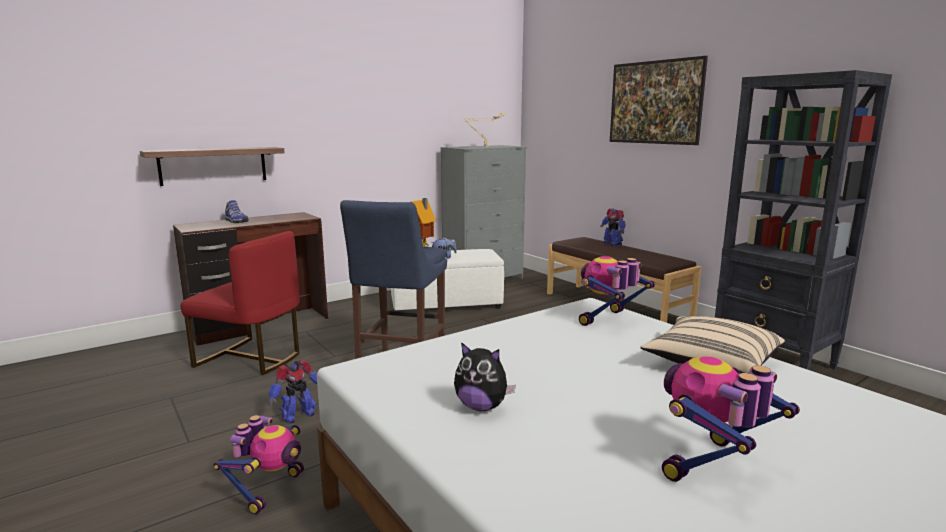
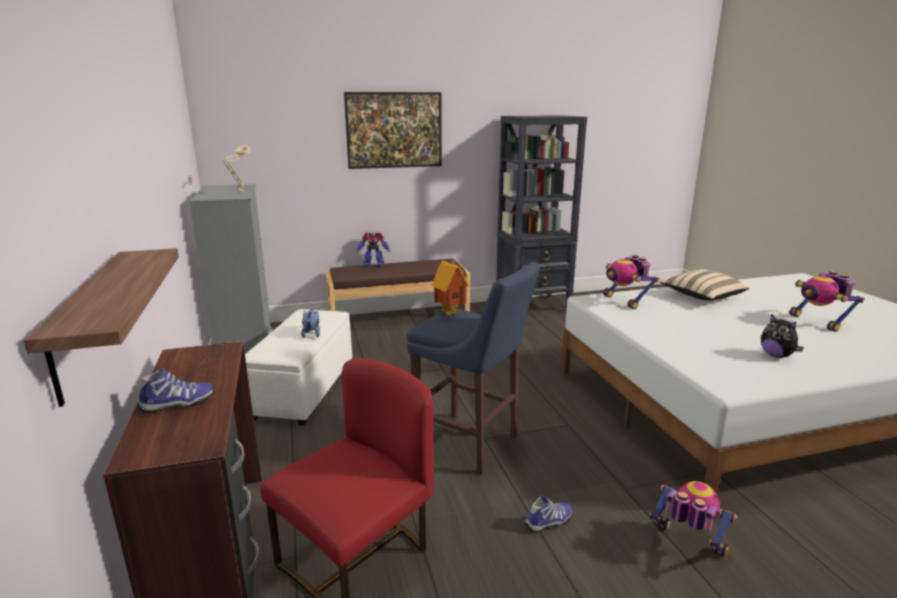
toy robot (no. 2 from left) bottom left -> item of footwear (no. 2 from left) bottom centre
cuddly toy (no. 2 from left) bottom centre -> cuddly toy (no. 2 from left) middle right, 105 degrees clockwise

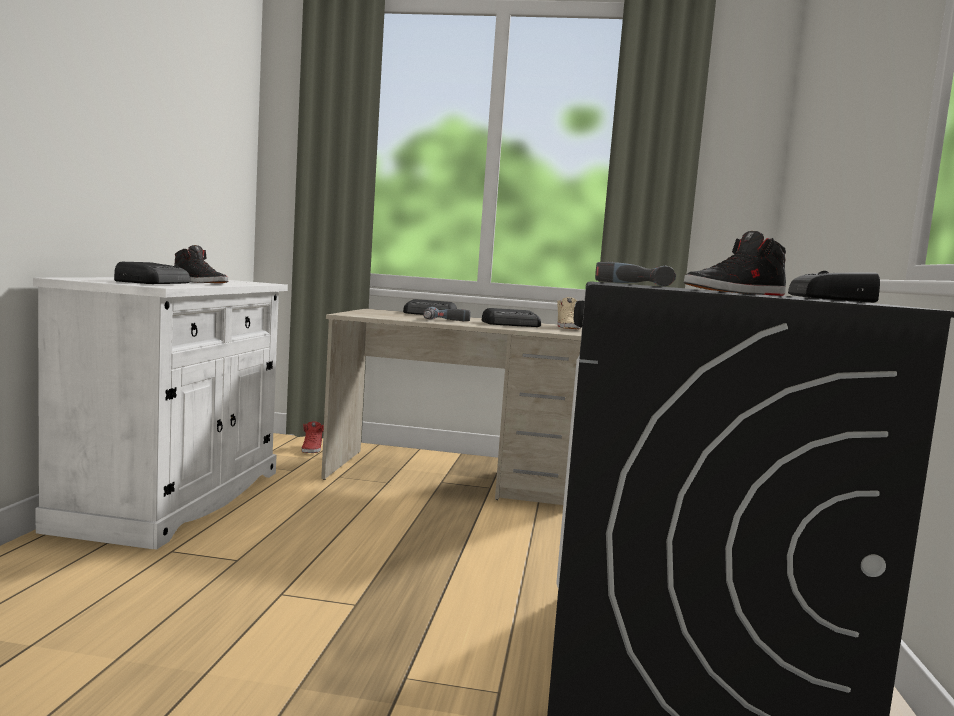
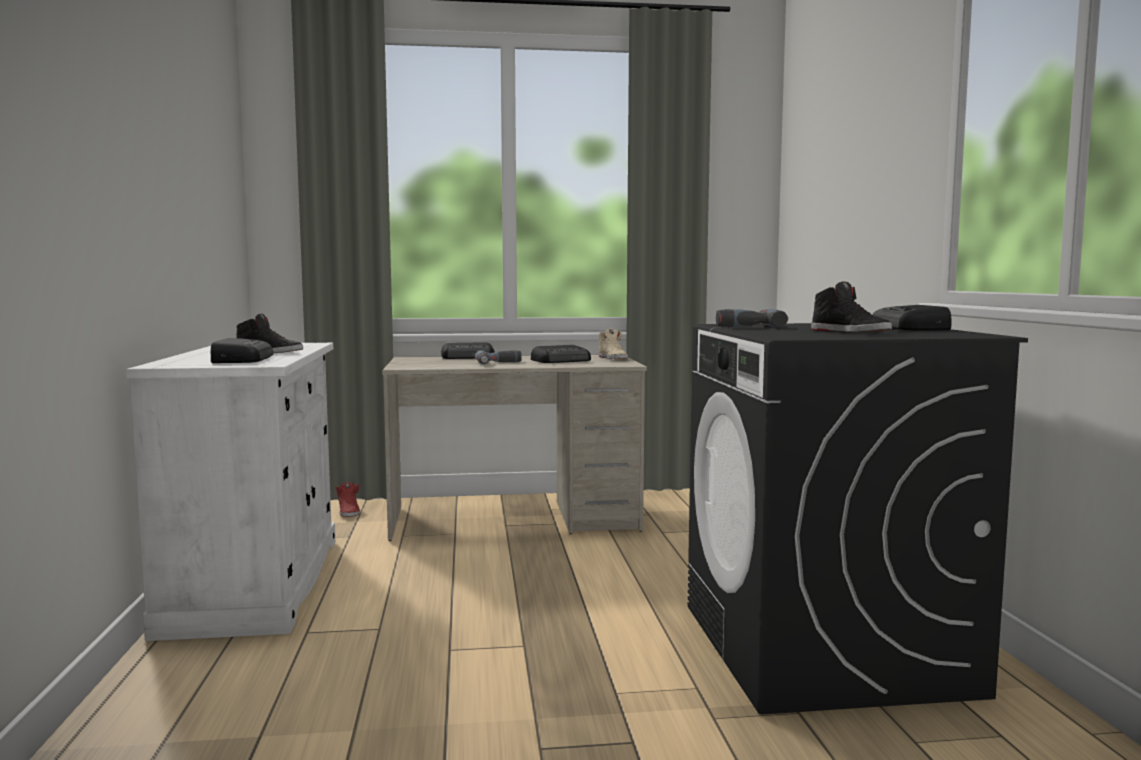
item of footwear/black-coloured (no. 2 from left) middle right, 90 degrees counterclockwise

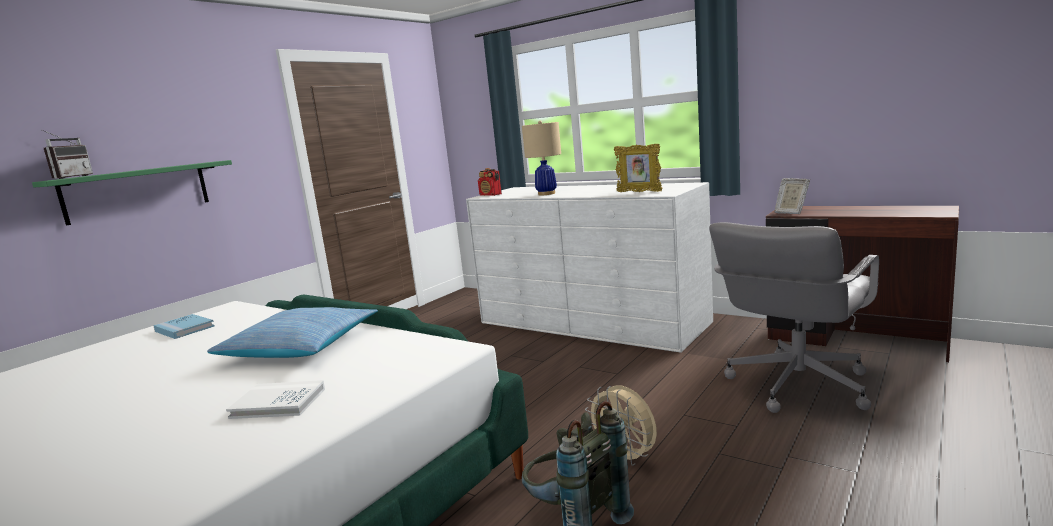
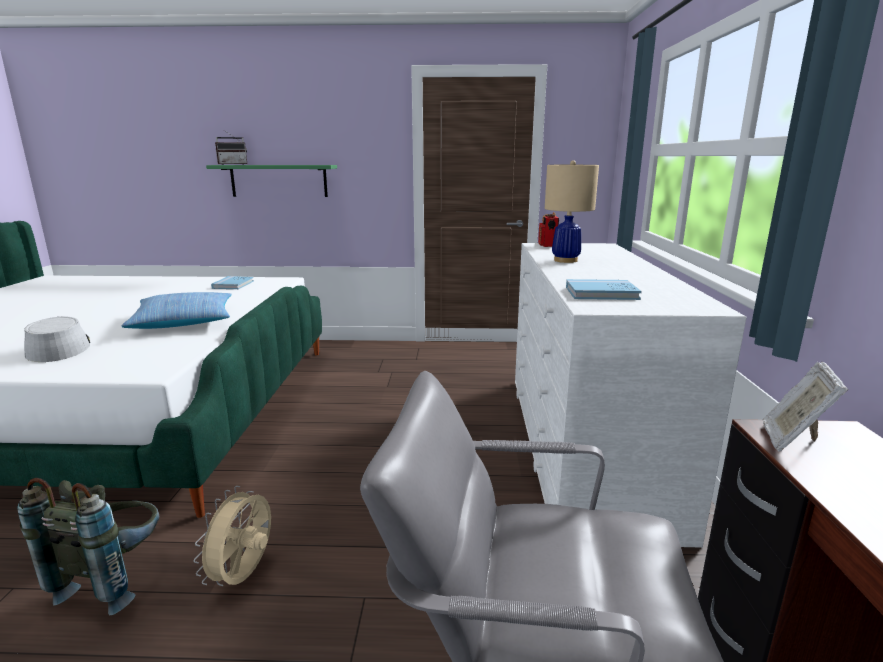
bound book/whitish bottom left -> hat/grey middle left
standing frame (no. 1 from left) top centre -> bound book/blue (no. 2 from left) middle right

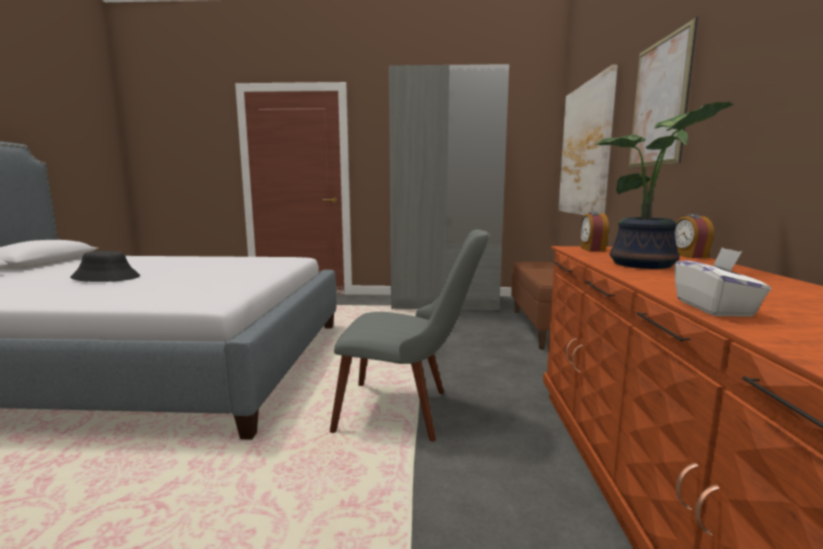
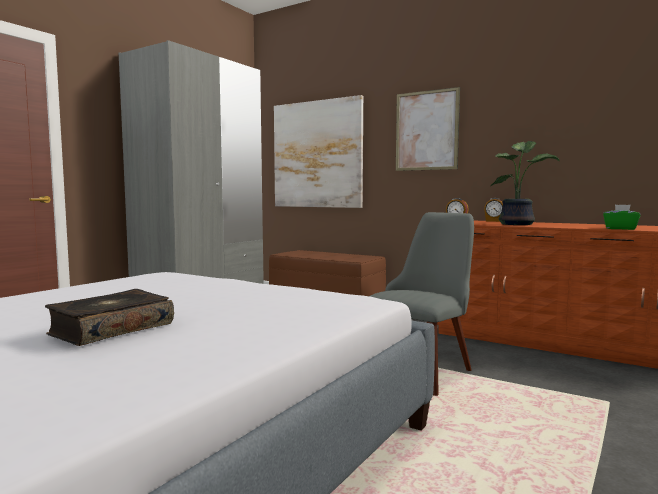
hat/black-coloured middle left -> bound book middle left
box of tissues/whitish middle right -> box of tissues/greenish middle right

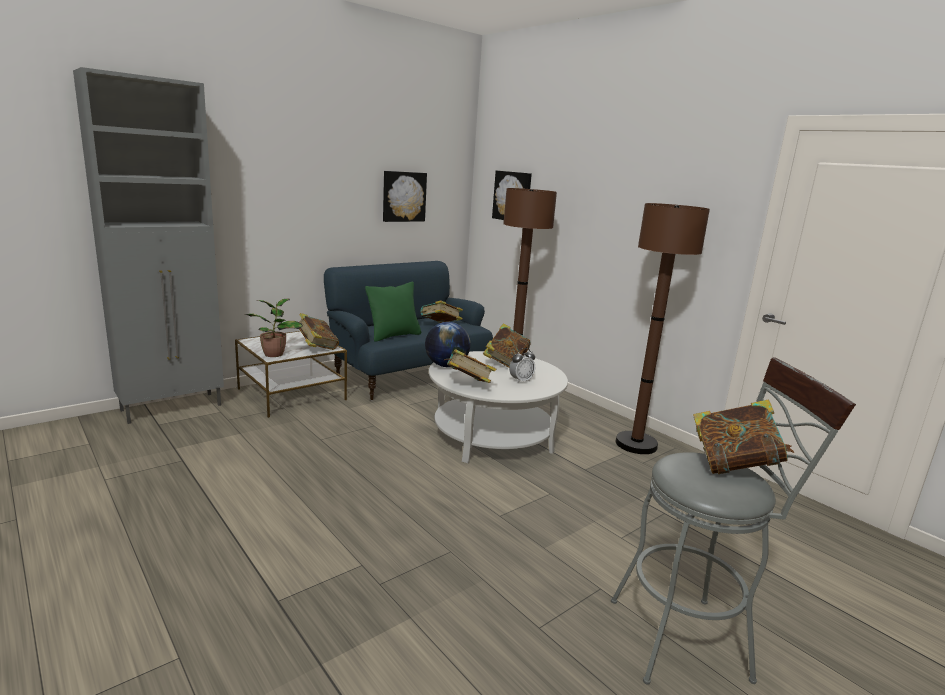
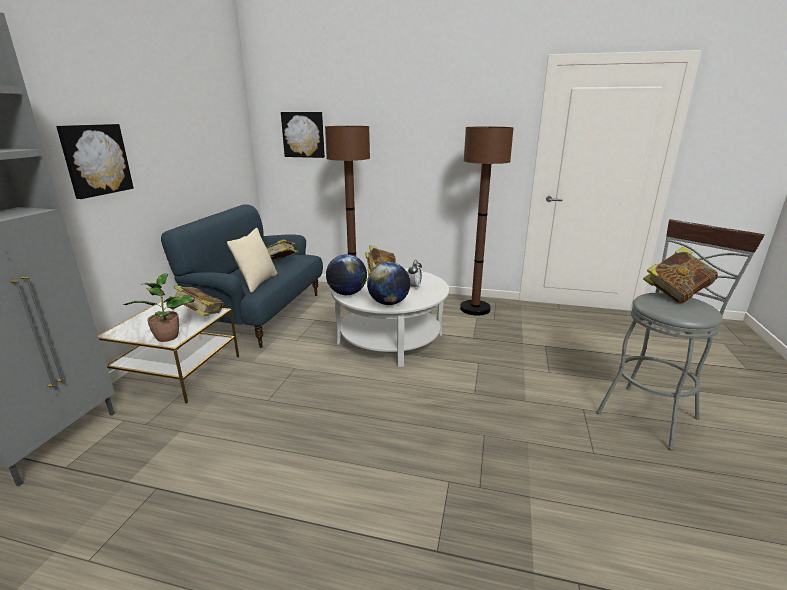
wall art (no. 1 from left) top centre -> wall art (no. 1 from left) top left, relocated
bound book (no. 3 from left) centre -> world globe (no. 2 from left) centre
pillow/greenish centre -> pillow/beige-coloured middle left

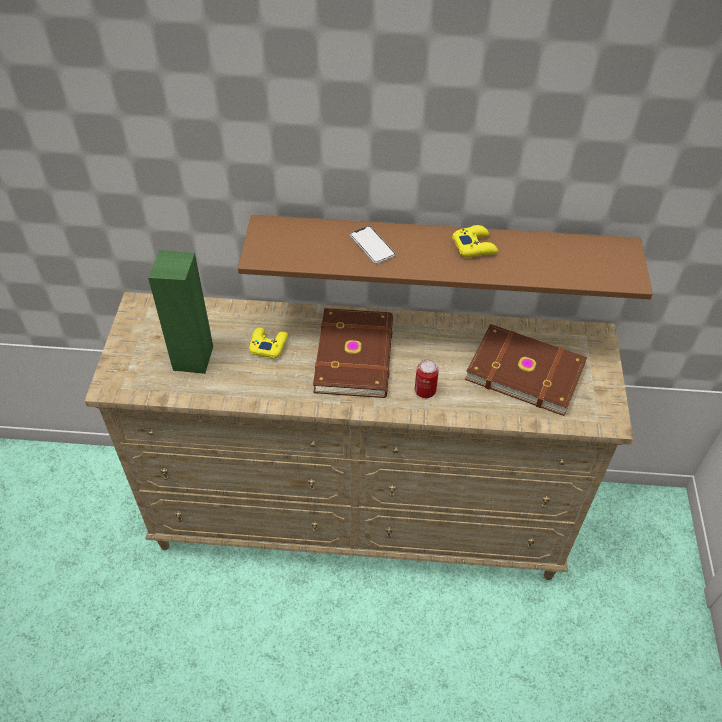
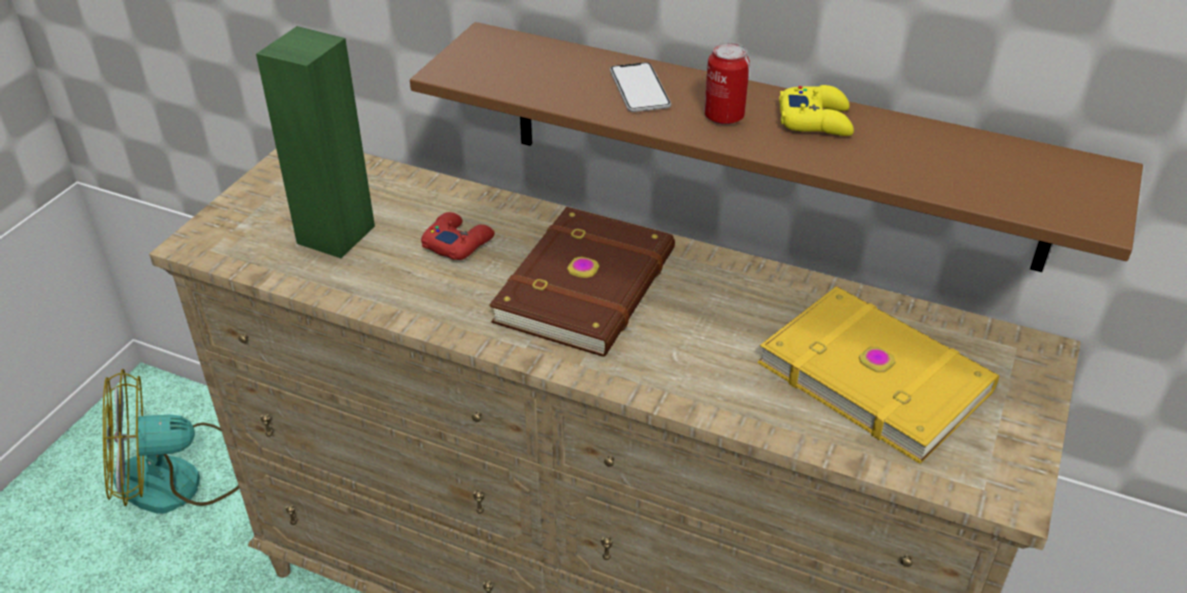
none -> electric fan bottom left
metal can centre -> metal can top centre, relocated
game controller/yellowish (no. 1 from left) centre -> game controller/reddish centre
bound book/brownish (no. 2 from left) middle right -> bound book/yellowish middle right

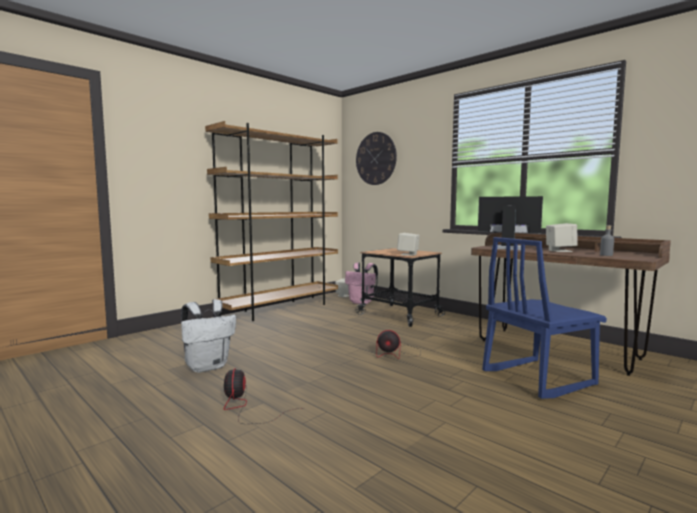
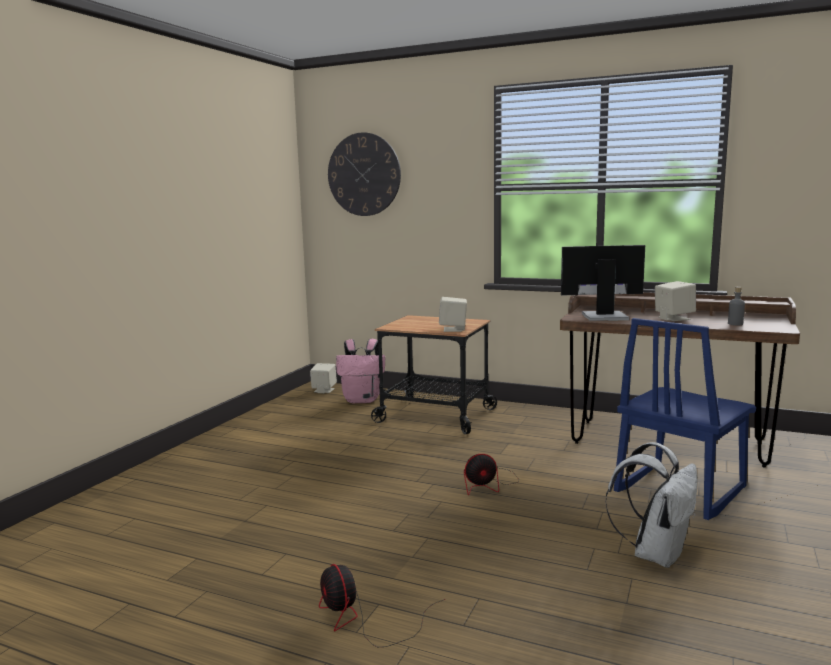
bookshelf/brownish centre -> none
rucksack/whitish middle left -> rucksack/whitish bottom right, relocated

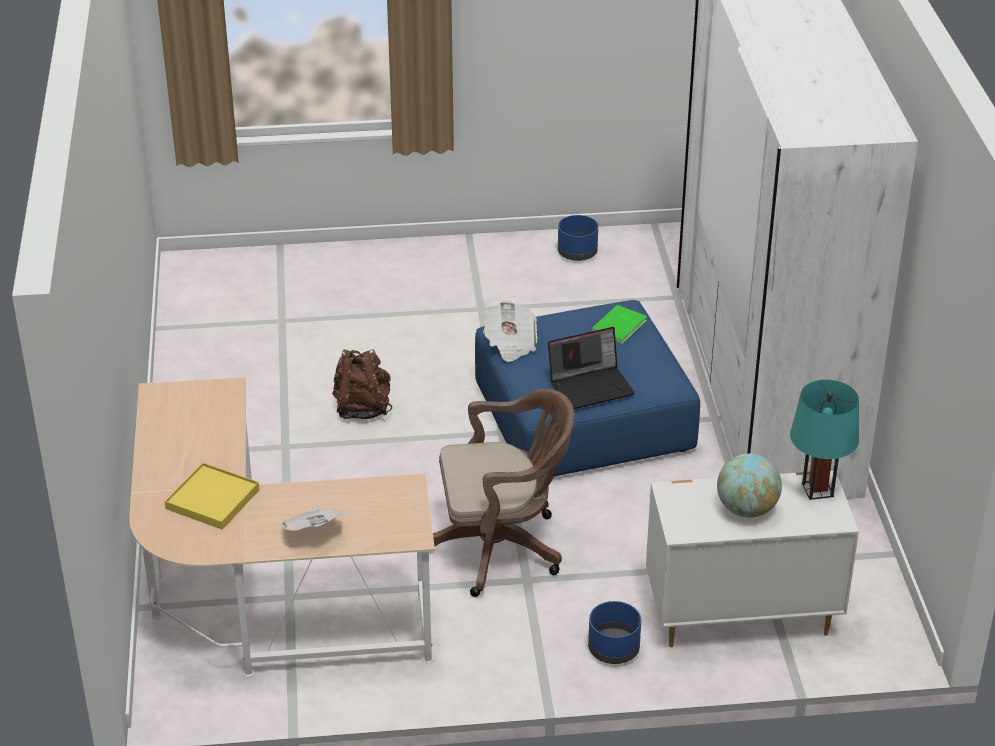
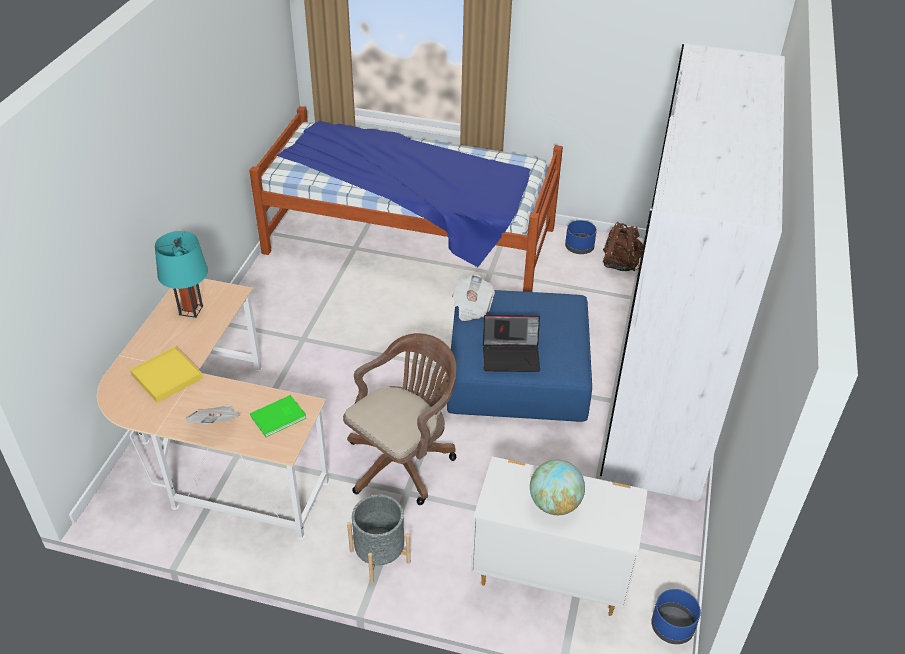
none -> bed top centre
none -> planter/grey bottom centre
rucksack/brownish centre -> rucksack/brownish middle right, relocated
planter/blue (no. 2 from left) bottom centre -> planter/blue (no. 2 from left) bottom right, relocated
bound book/greenish centre -> bound book/greenish middle left, relocated
table lamp/turquoise-coloured middle right -> table lamp/turquoise-coloured middle left, relocated
office chair/brownish centre, 60 degrees counterclockwise

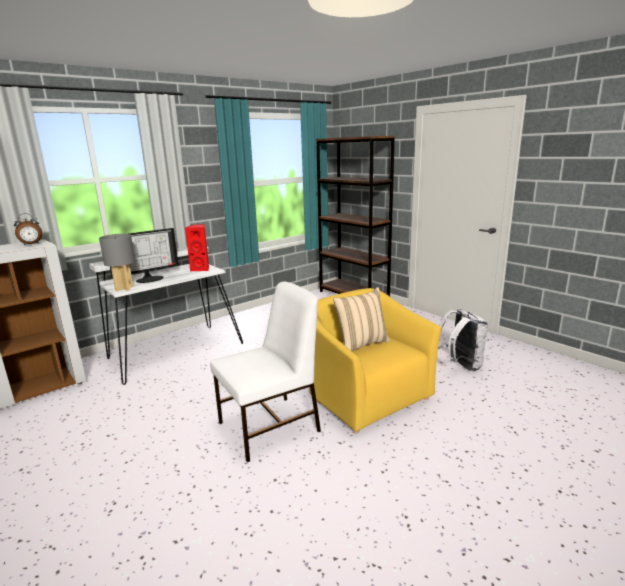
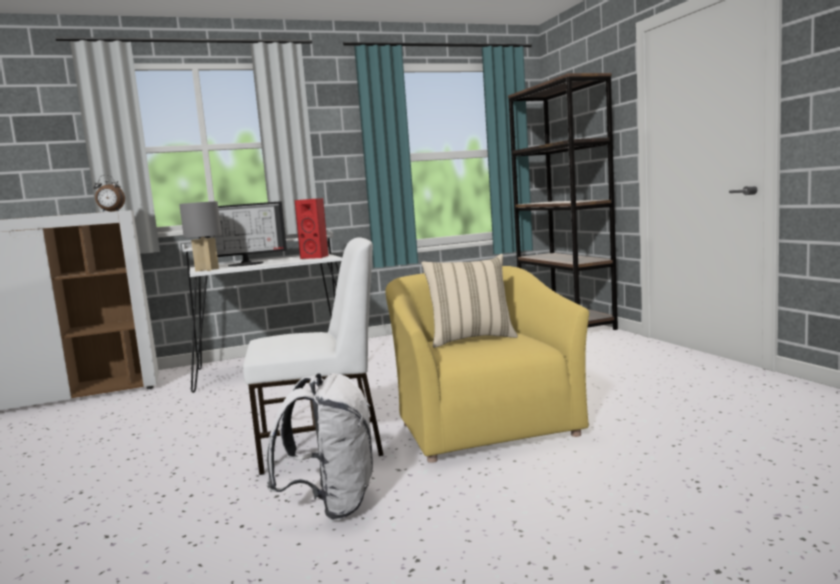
rucksack/whitish middle right -> rucksack/whitish bottom centre, relocated

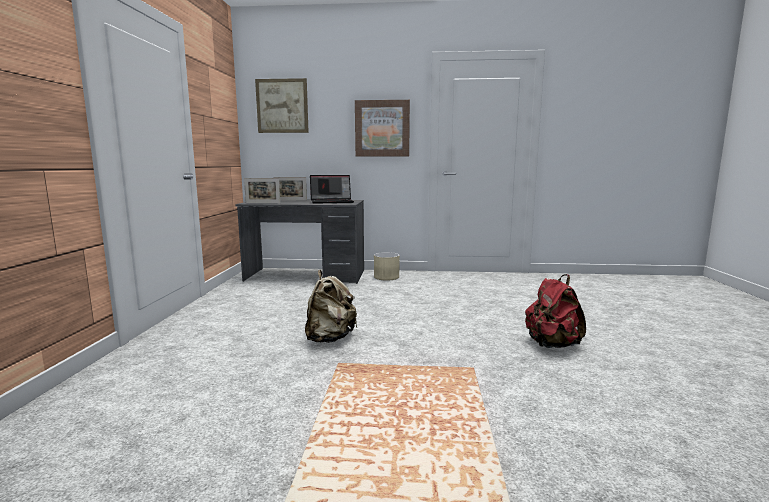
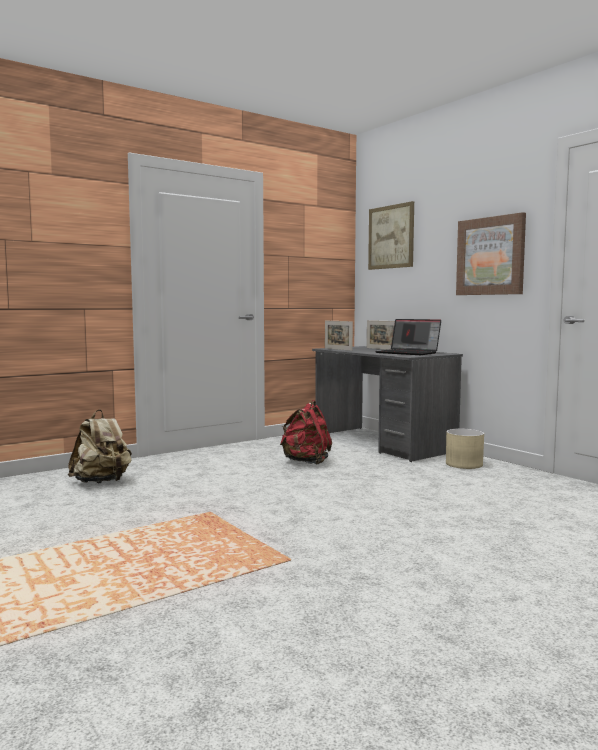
rucksack/beige-coloured centre -> rucksack/beige-coloured middle left, relocated
rucksack/reddish middle right -> rucksack/reddish centre, relocated

